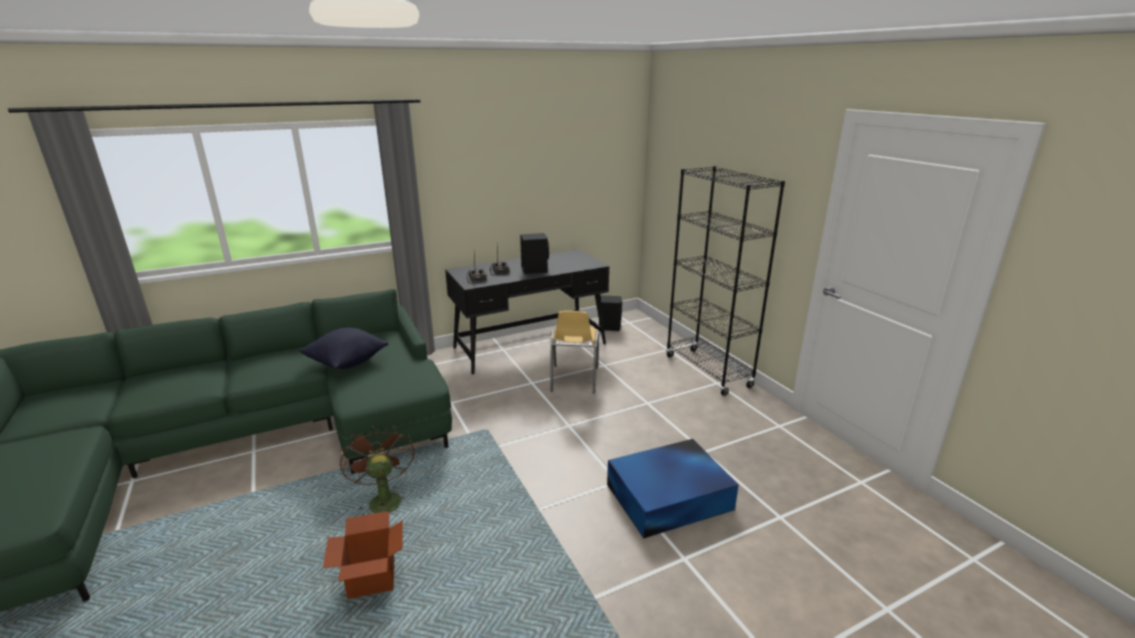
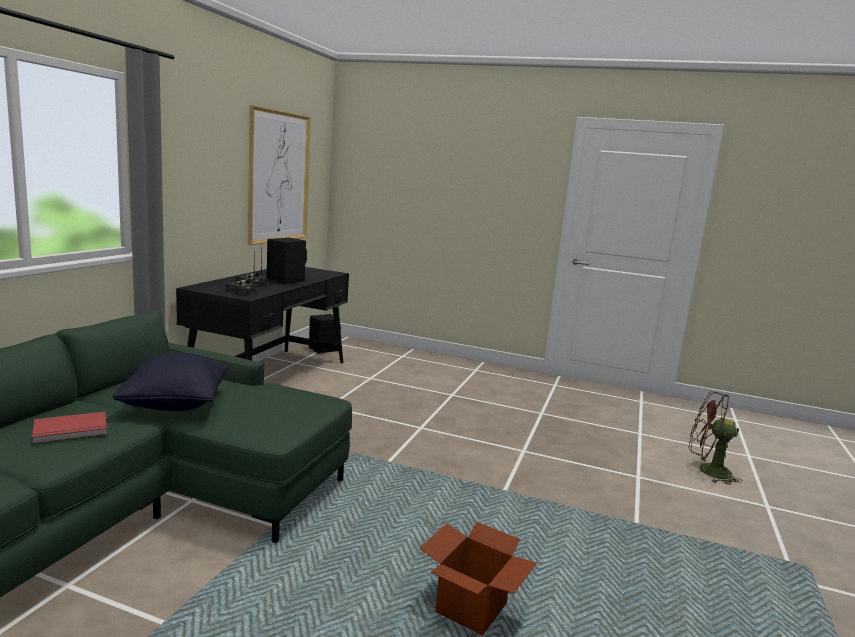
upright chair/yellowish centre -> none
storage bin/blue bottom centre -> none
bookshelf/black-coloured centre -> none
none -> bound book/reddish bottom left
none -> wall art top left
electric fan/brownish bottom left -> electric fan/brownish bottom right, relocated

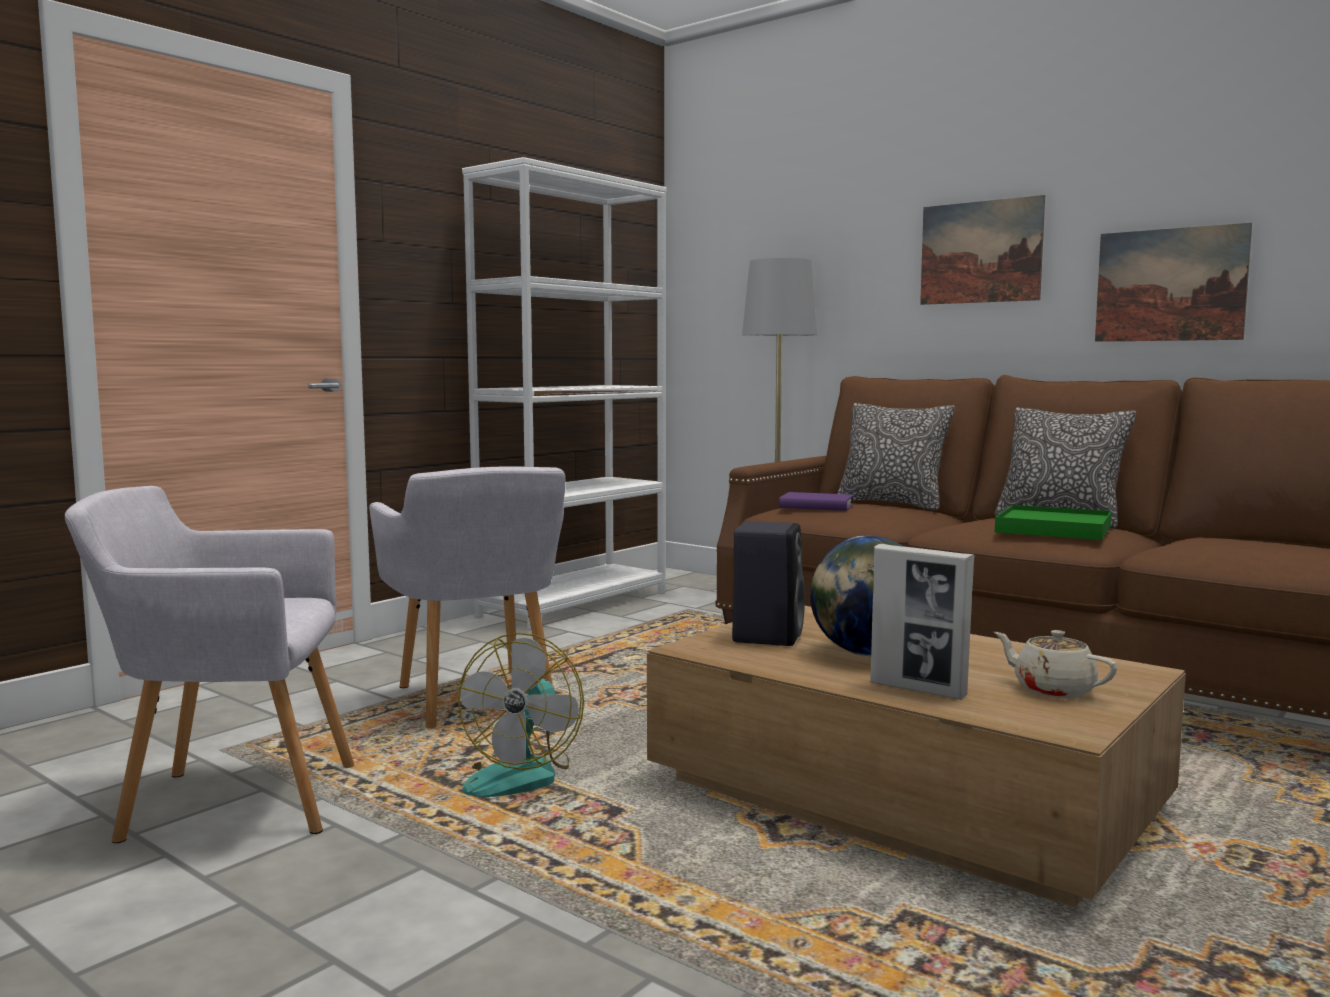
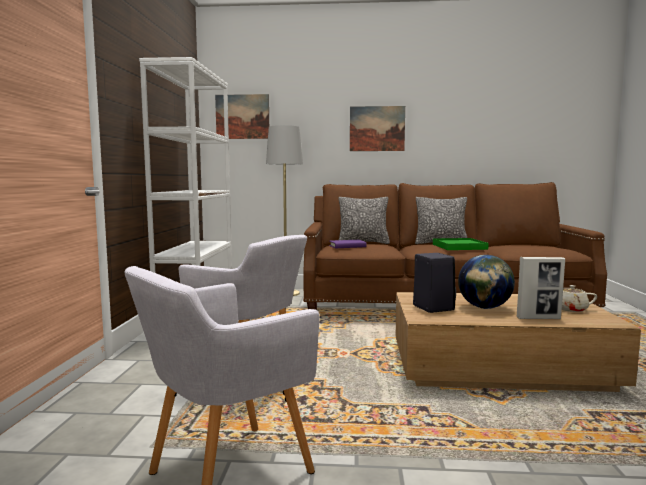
electric fan bottom centre -> none
wall art (no. 2 from left in the first image) top right -> wall art (no. 1 from left) top centre, relocated

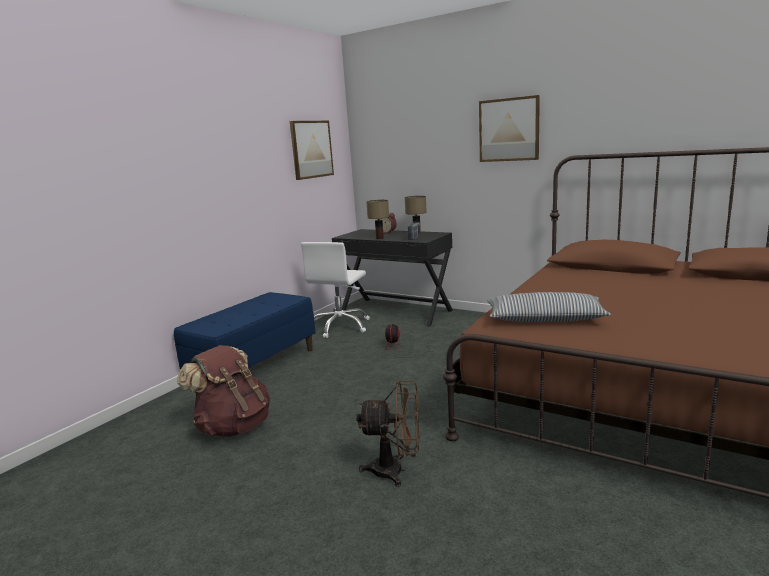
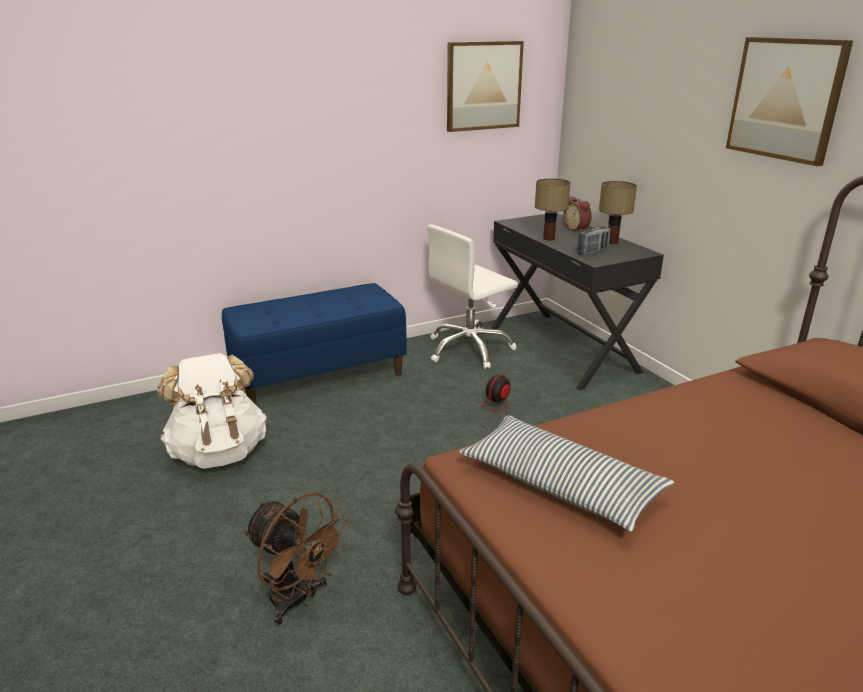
rucksack/brownish bottom left -> rucksack/whitish middle left

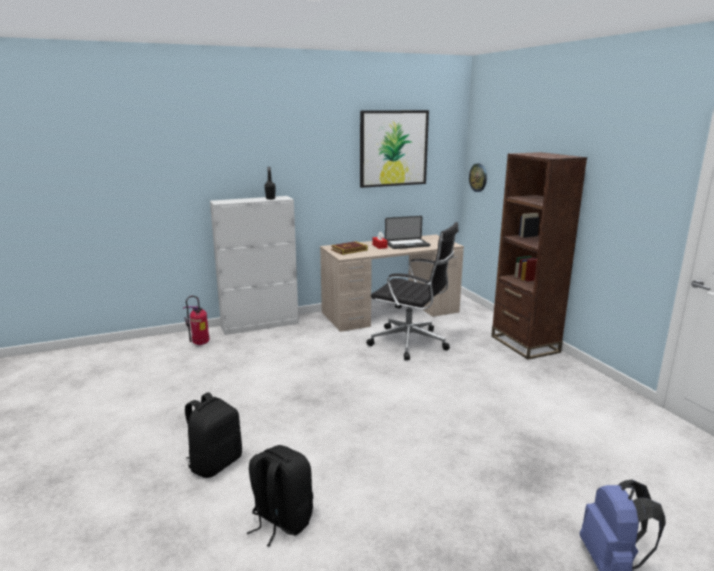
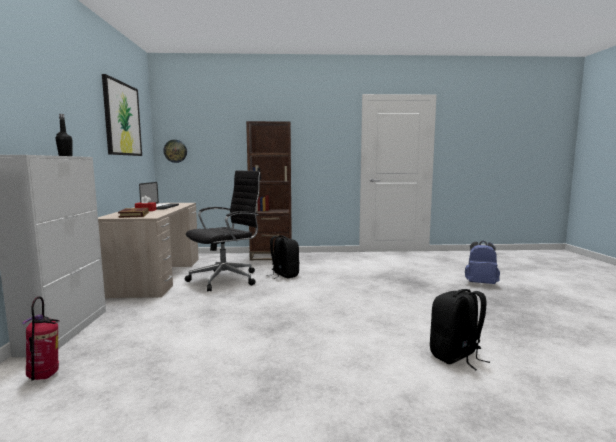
rucksack/black-coloured (no. 1 from left) bottom left -> rucksack/black-coloured (no. 1 from left) centre, relocated

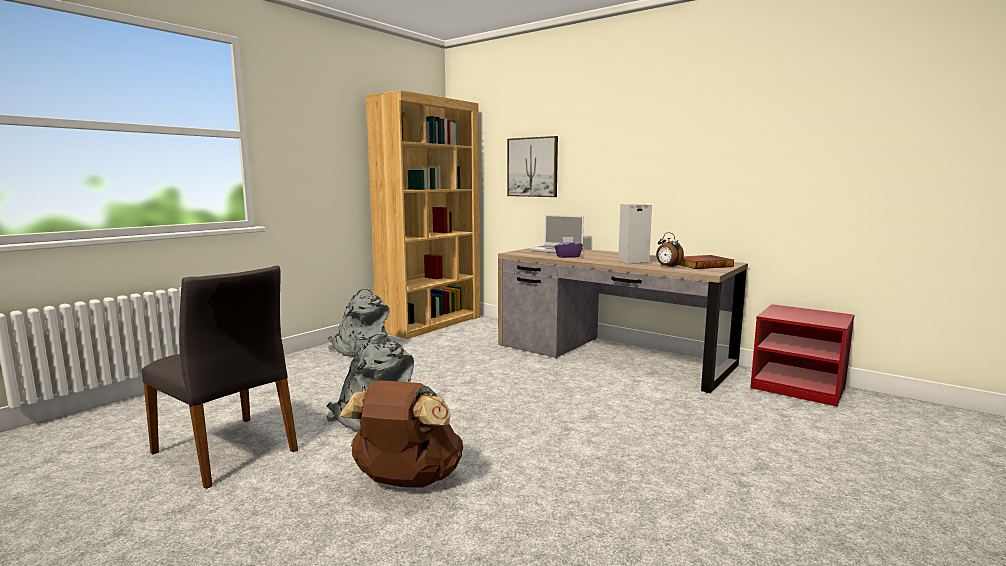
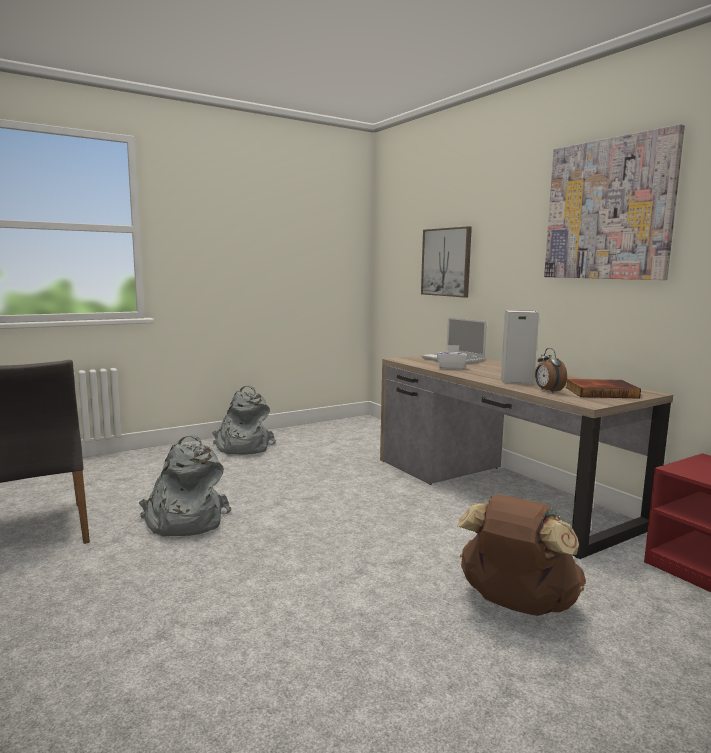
bookshelf/brownish centre -> none
none -> wall art (no. 2 from left) top right
rucksack/brownish bottom centre -> rucksack/brownish bottom right, relocated
box of tissues/purplish centre -> box of tissues/whitish centre

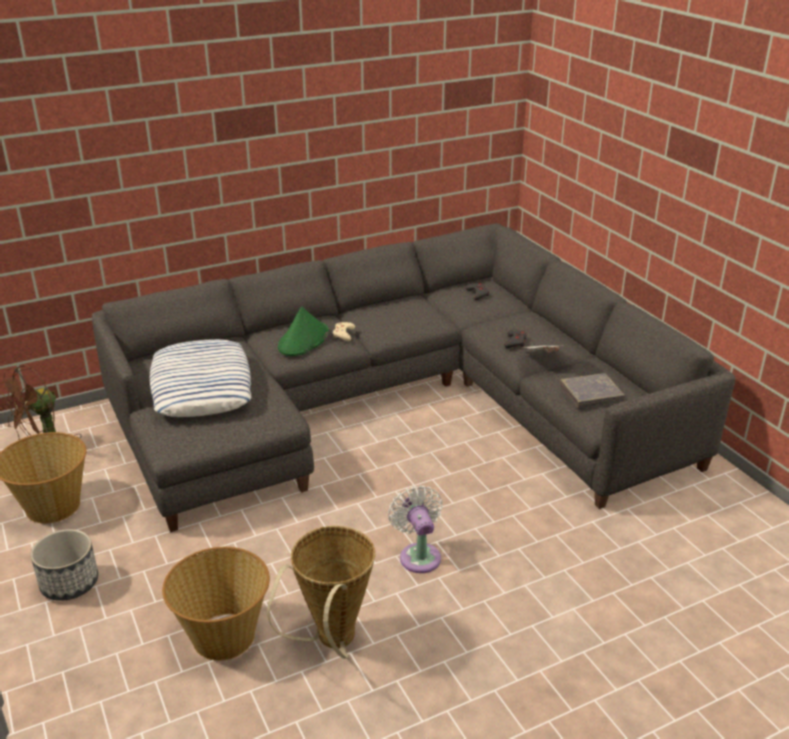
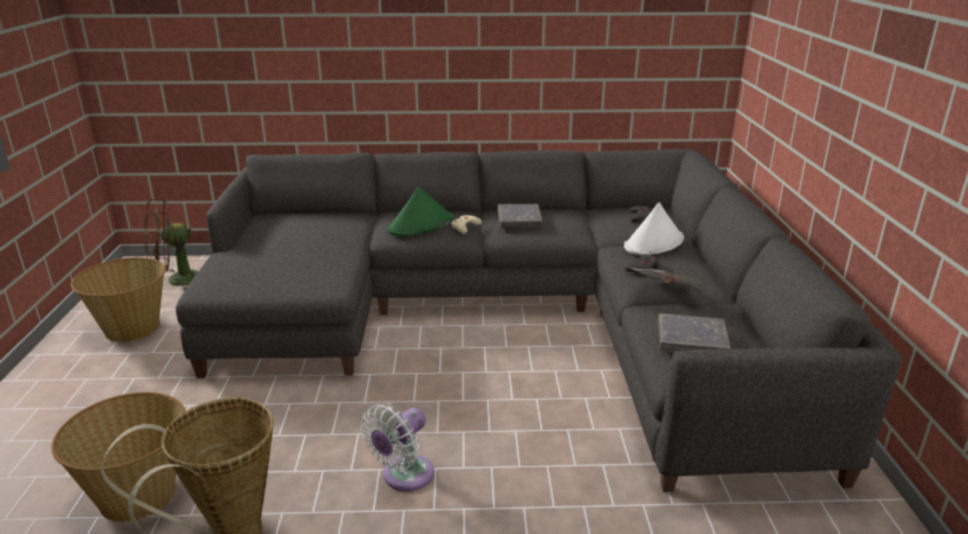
planter bottom left -> none
pillow middle left -> none
none -> bound book/grey (no. 1 from left) centre
none -> hat/whitish middle right
electric fan/whitish bottom centre, 150 degrees counterclockwise

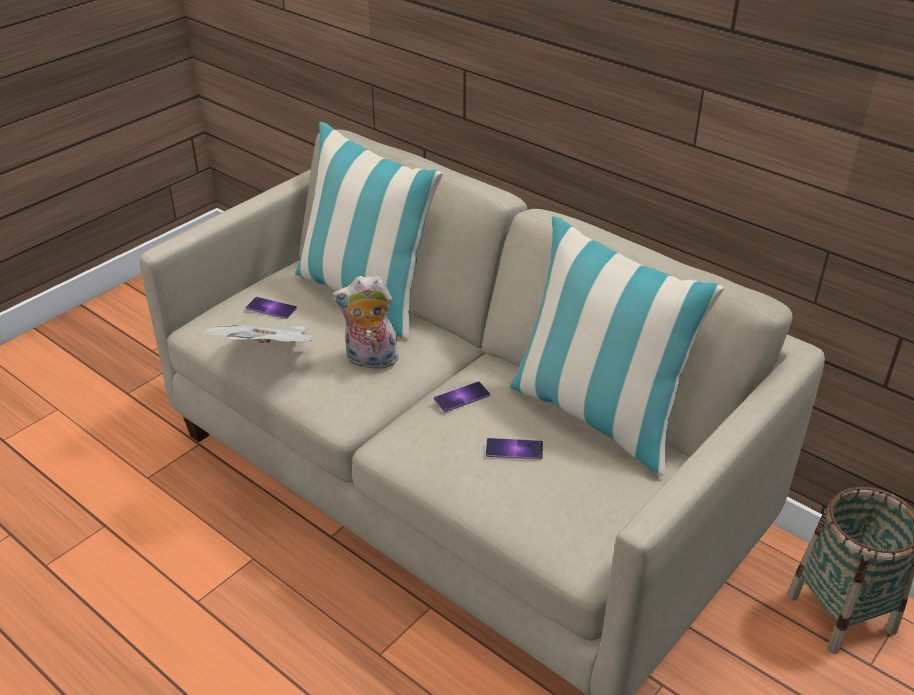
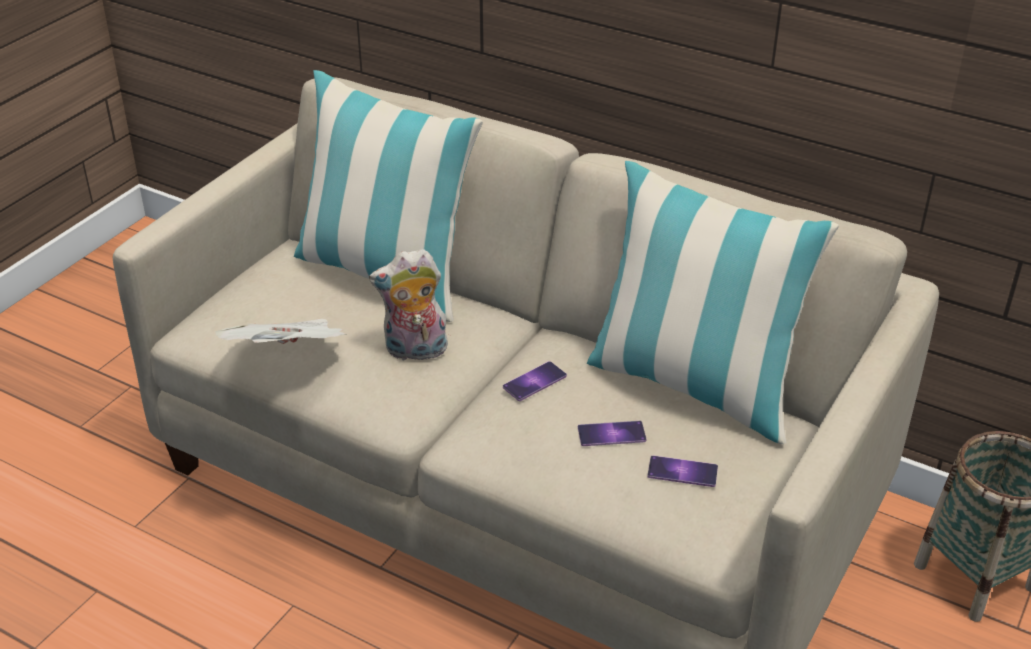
telephone (no. 1 from left in the first image) middle left -> telephone (no. 3 from left) bottom centre, relocated

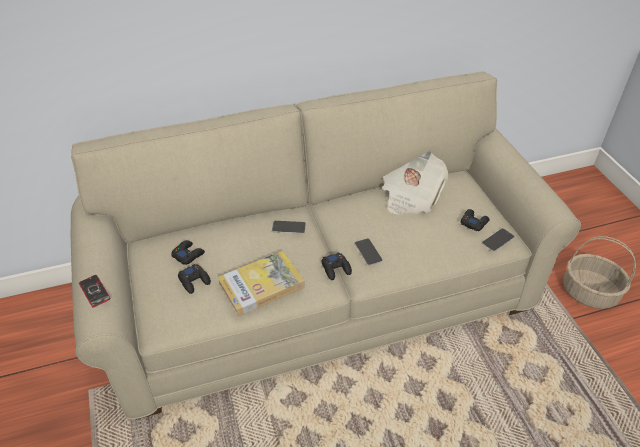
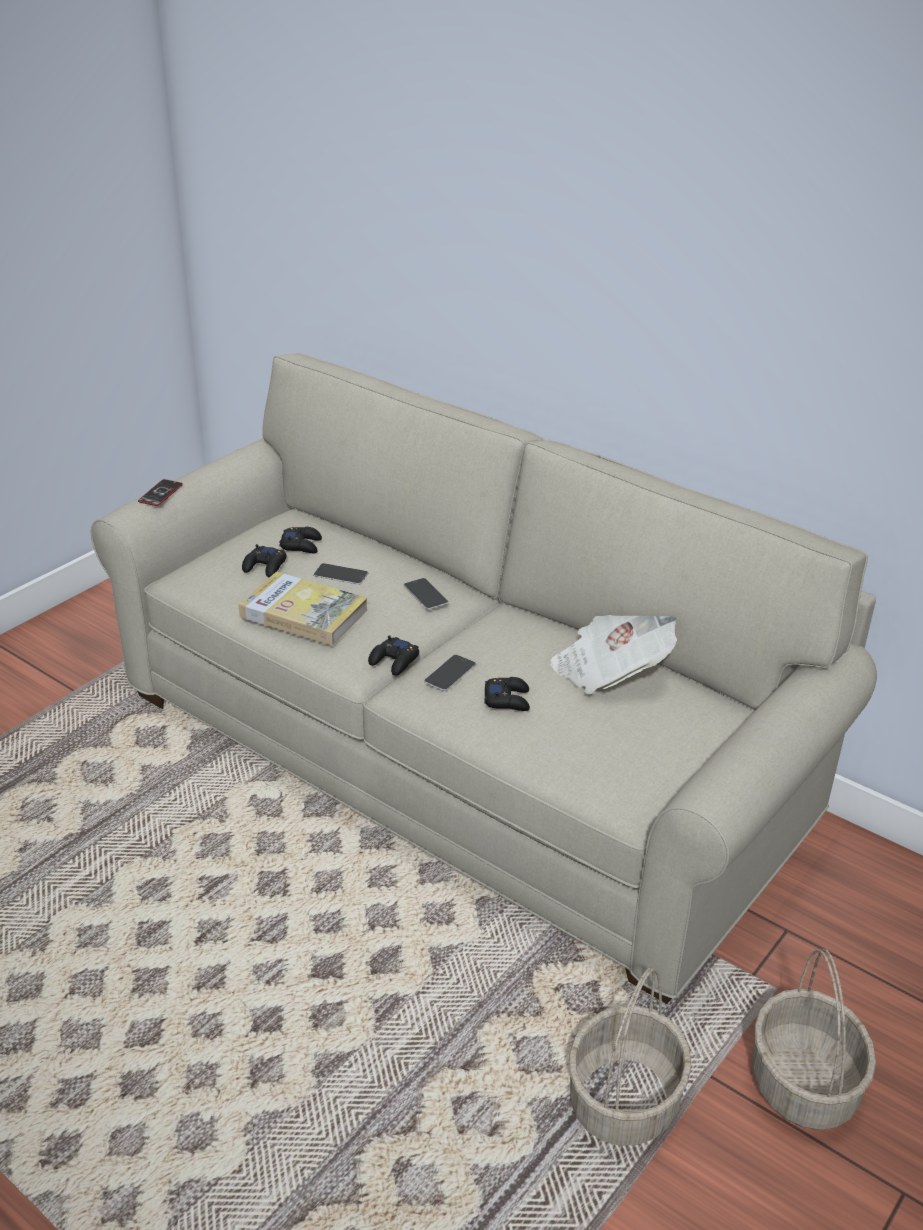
none -> household basket (no. 1 from left) bottom right
game controller/black-coloured (no. 4 from left) middle right -> game controller/black-coloured (no. 4 from left) centre, relocated
telephone (no. 4 from left in the first image) middle right -> telephone (no. 2 from left) centre, relocated

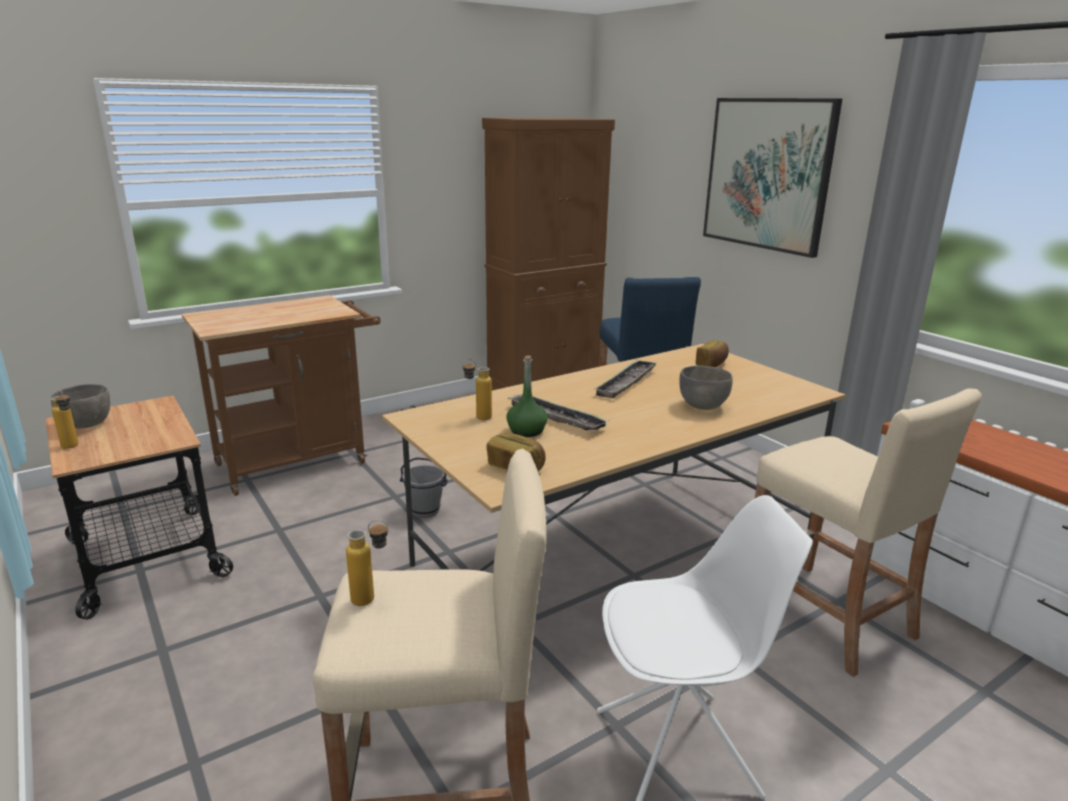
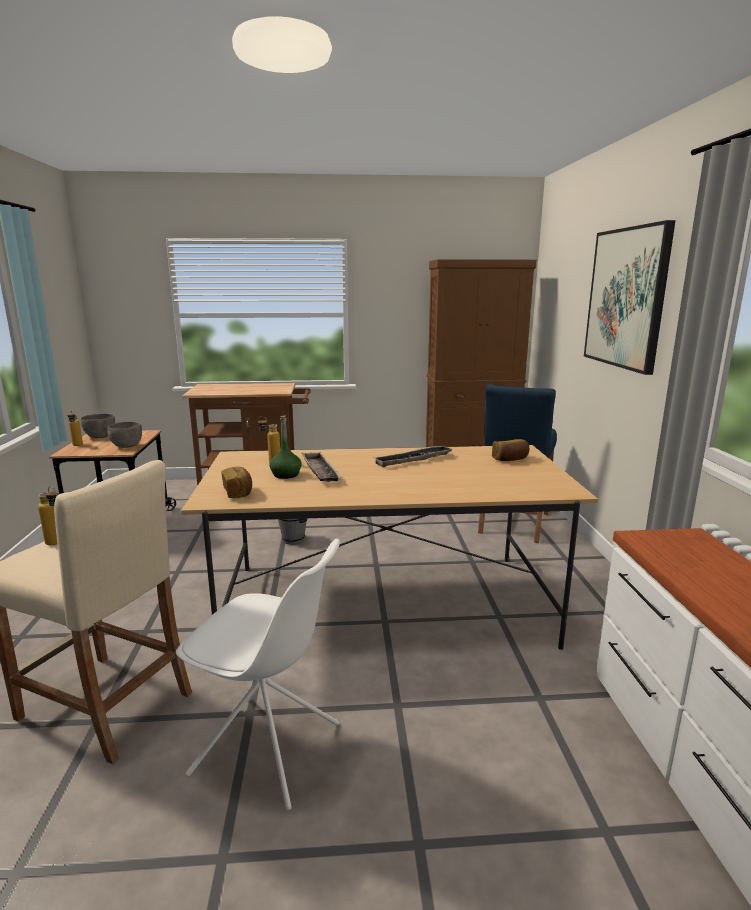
stool seat/beige-coloured (no. 2 from left) middle right -> none
bowl/grey (no. 2 from left) centre -> bowl/grey (no. 2 from left) middle left, relocated

